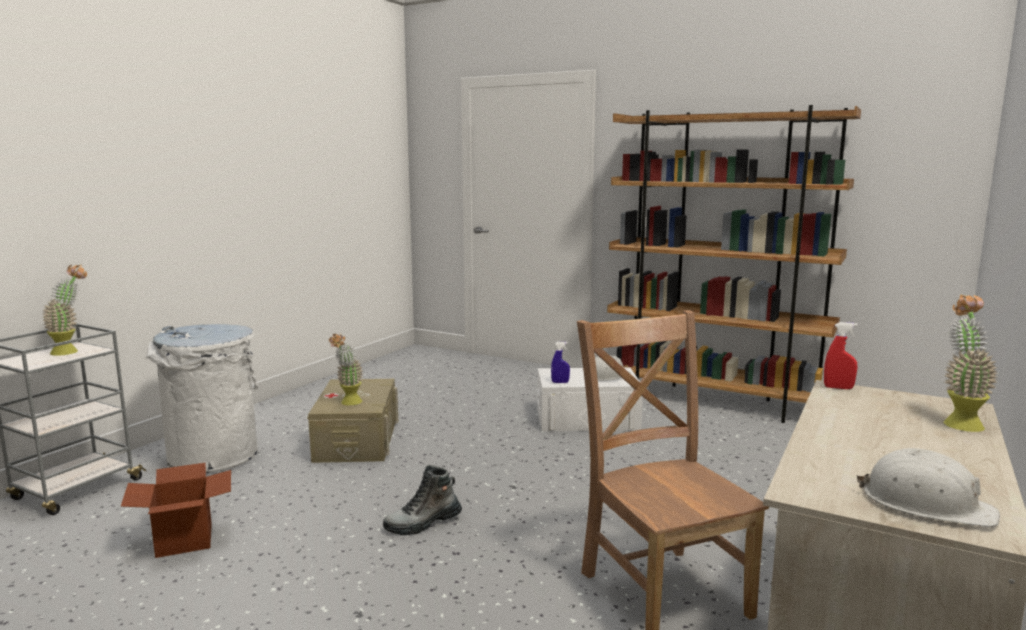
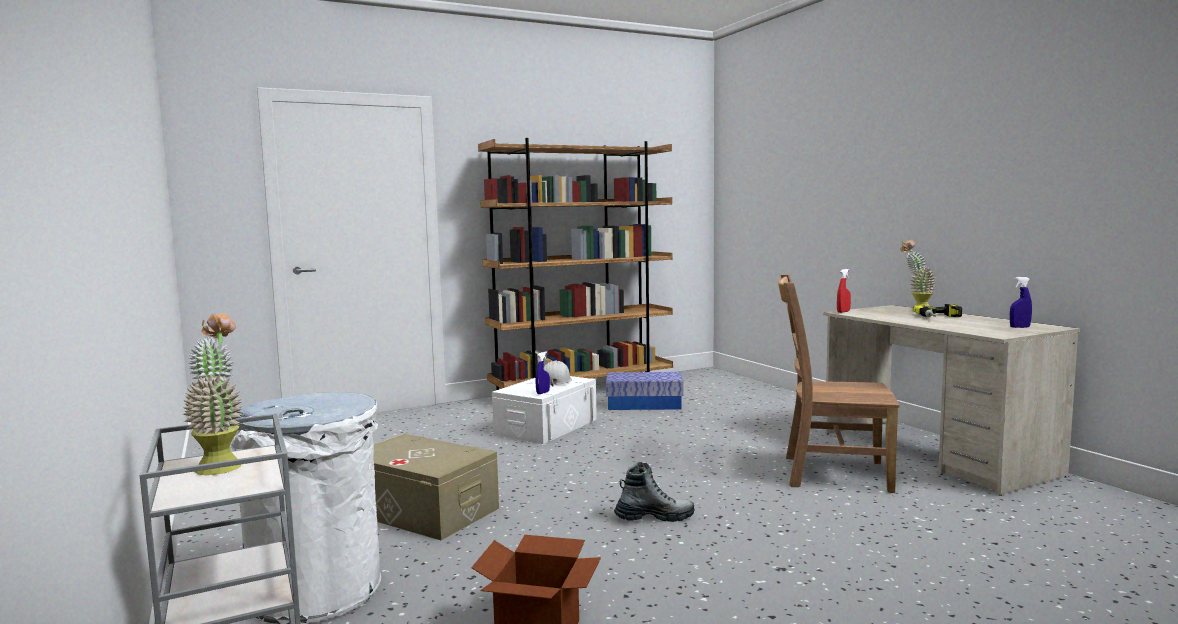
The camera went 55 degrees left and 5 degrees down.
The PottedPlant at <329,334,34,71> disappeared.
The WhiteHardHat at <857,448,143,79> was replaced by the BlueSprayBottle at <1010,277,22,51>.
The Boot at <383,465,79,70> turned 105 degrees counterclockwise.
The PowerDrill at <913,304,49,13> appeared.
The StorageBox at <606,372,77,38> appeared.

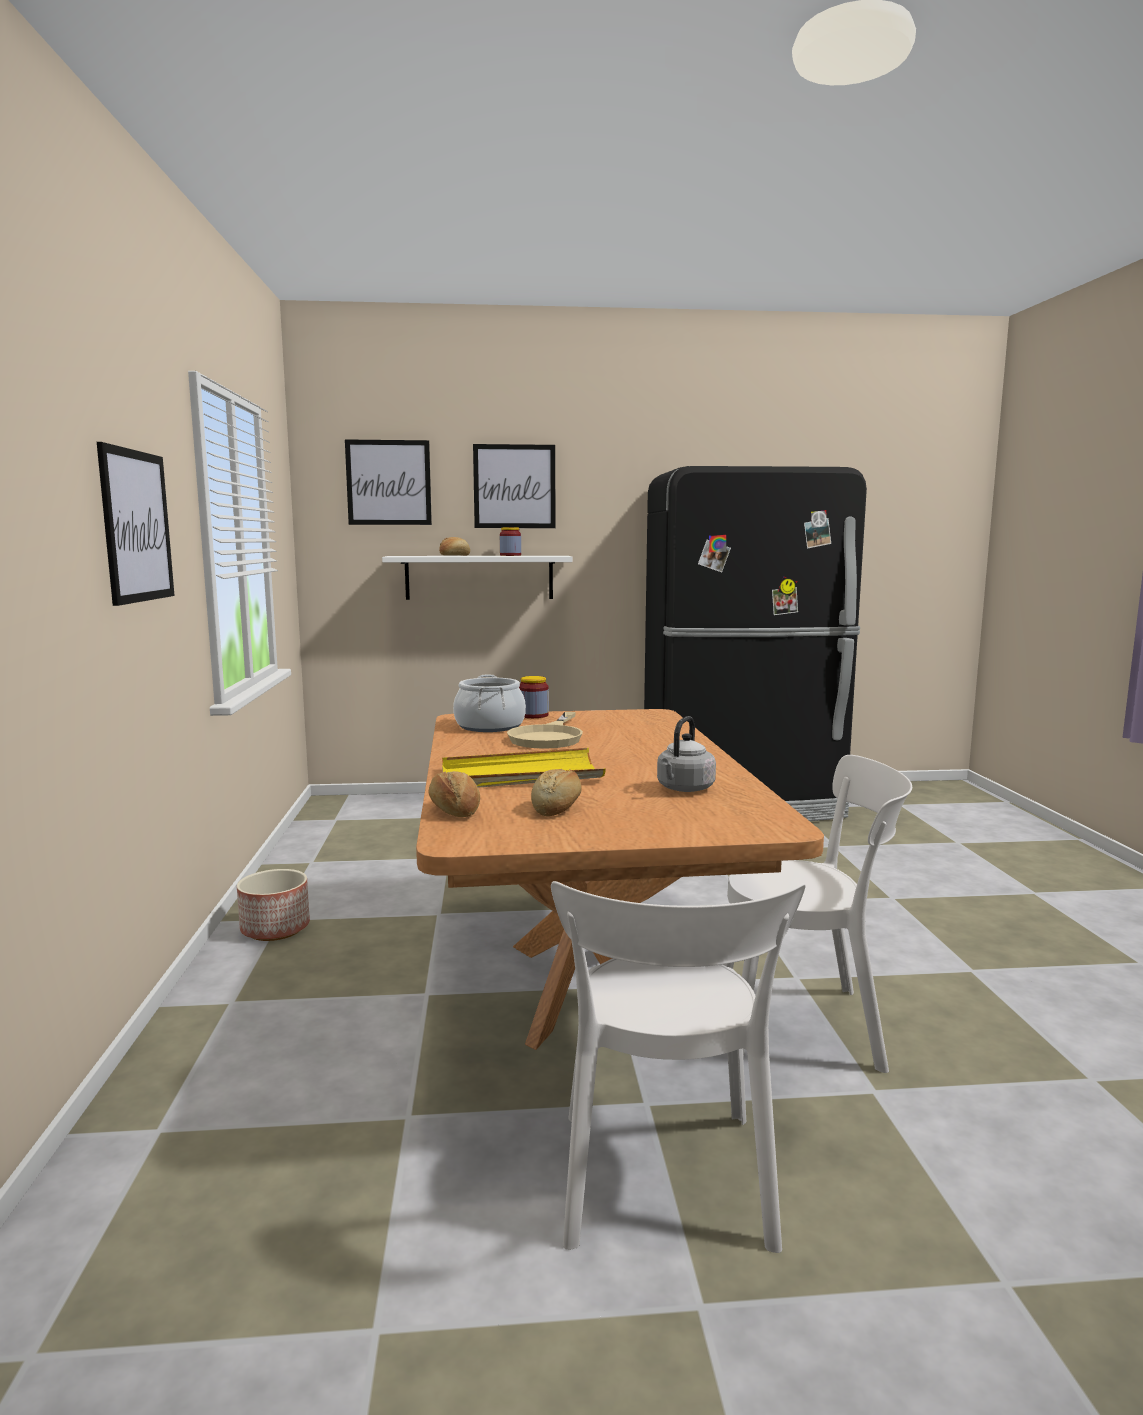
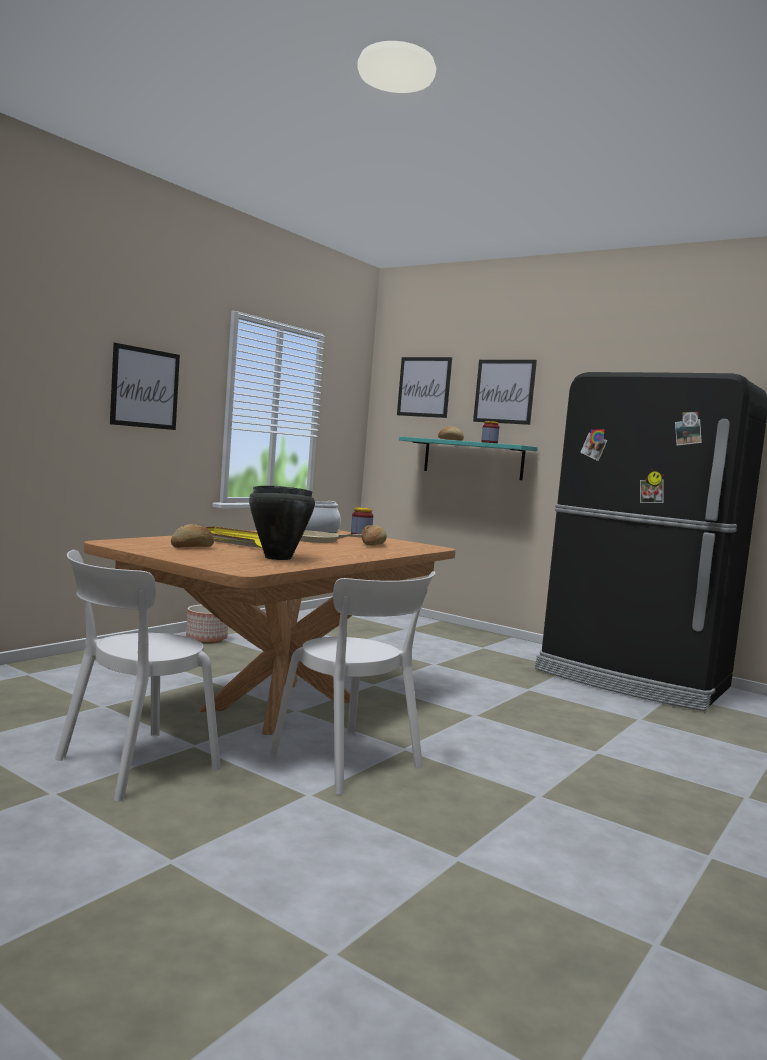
The camera went 40 degrees right and 5 degrees down.
The WhiteShelf at <382,556,191,44> became the TurquoiseShelf at <399,437,139,43>.
The GreyKettle at <657,716,59,76> was replaced by the BlackCookingPot at <249,486,66,74>.
The Bread moved from <428,771,52,46> to <361,525,26,21>.

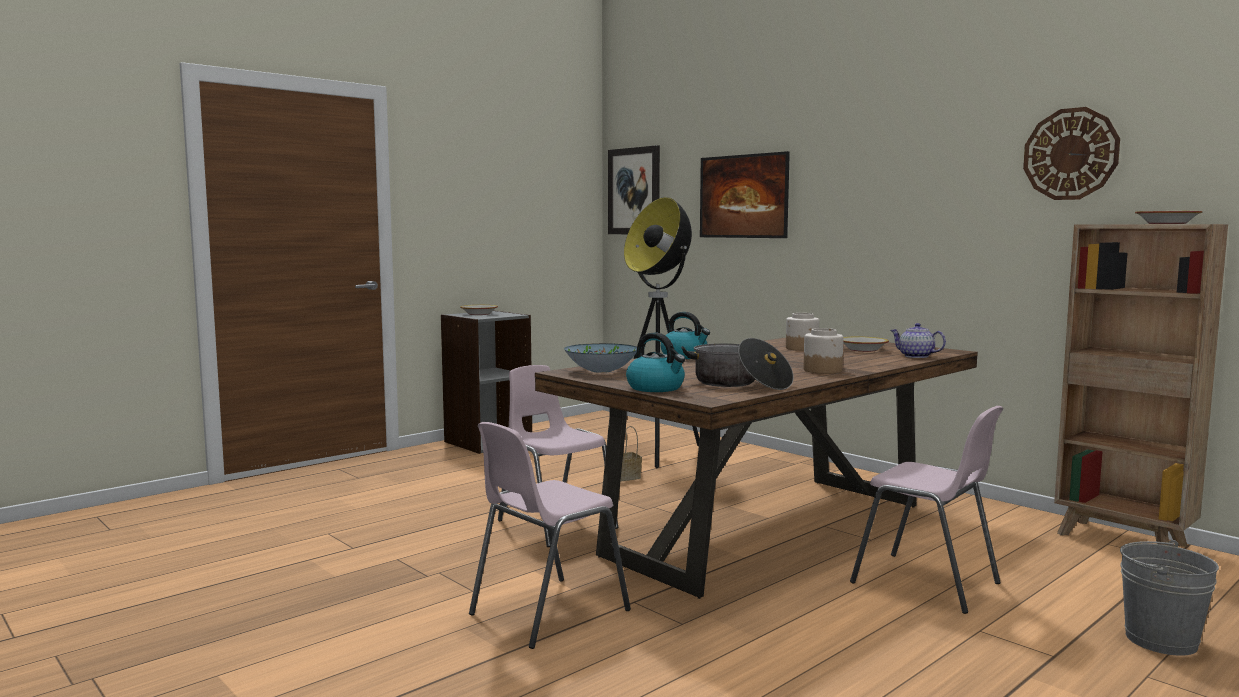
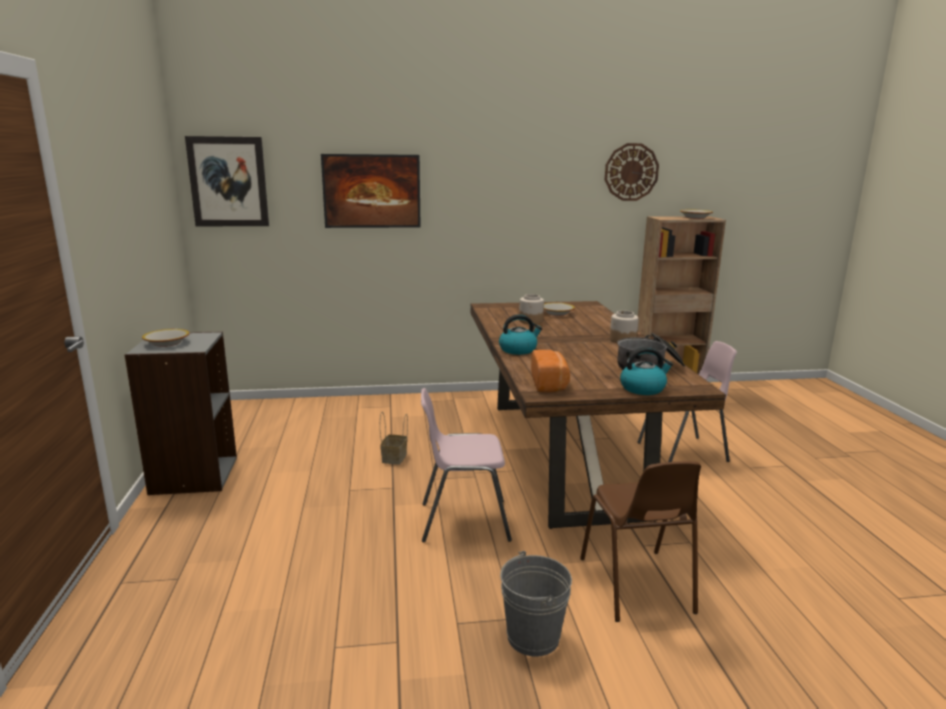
The camera went 55 degrees left and 10 degrees up.
The FloorLamp at <606,197,94,271> disappeared.
The Teapot at <890,323,56,35> disappeared.
The Bowl at <564,343,73,30> was replaced by the Bread at <531,350,39,42>.
The PinkChair at <469,422,162,227> became the BrownChair at <580,461,121,161>.
The GreyBucket moved from <1120,540,99,116> to <500,551,72,106>.

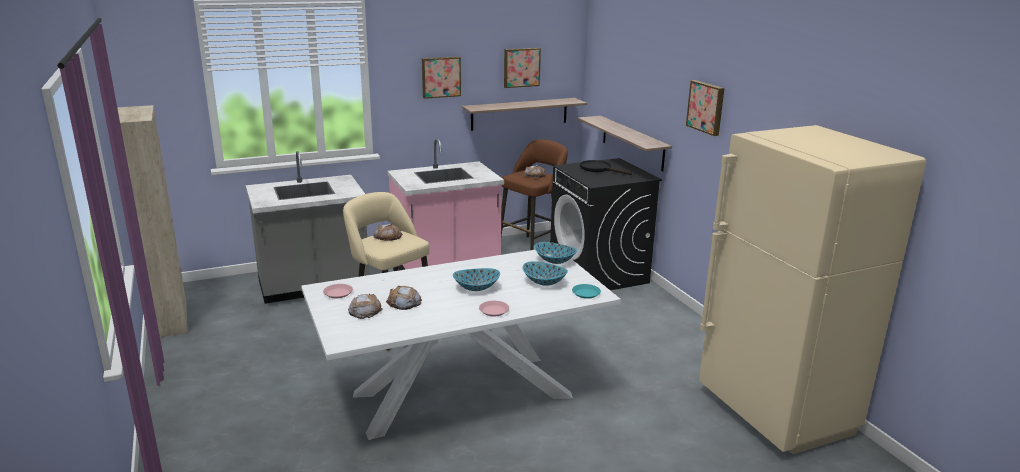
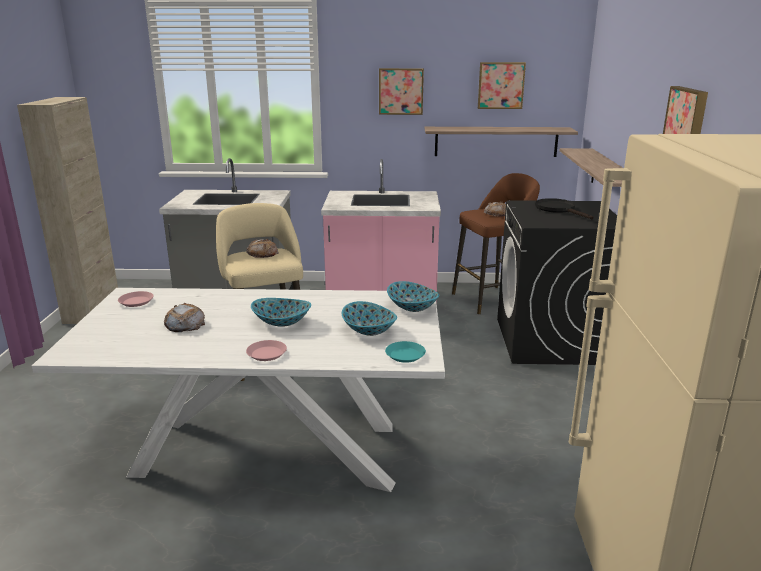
The camera went 25 degrees right and 0 degrees up.
The Bread at <348,293,35,26> disappeared.

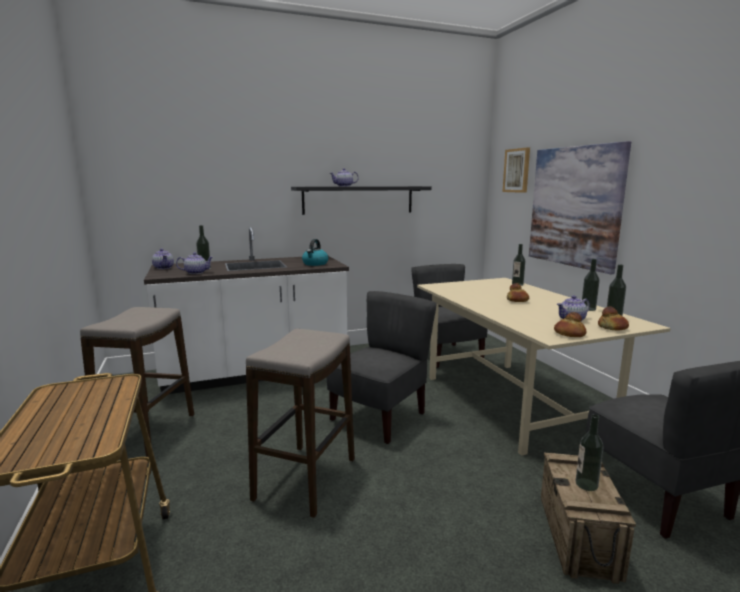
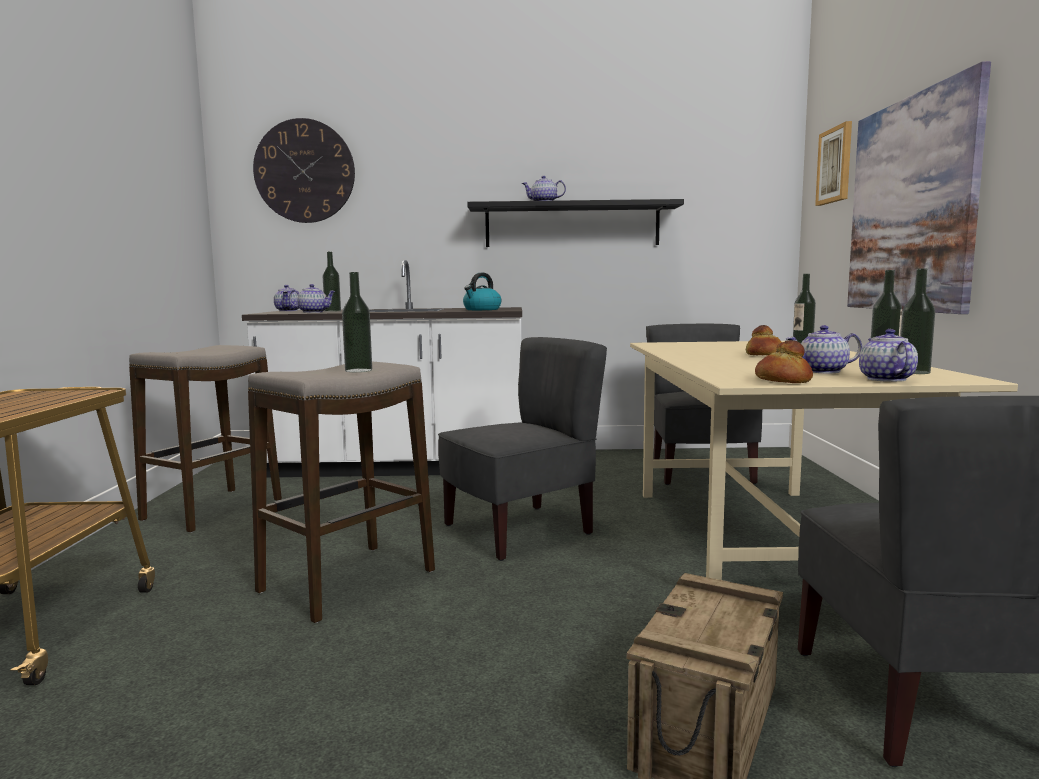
The camera went 20 degrees right and 5 degrees down.
The Bread at <598,307,31,23> was replaced by the Teapot at <859,329,59,53>.
The Bottle moved from <576,414,28,77> to <342,272,30,100>.
The WallClock at <253,118,102,105> appeared.

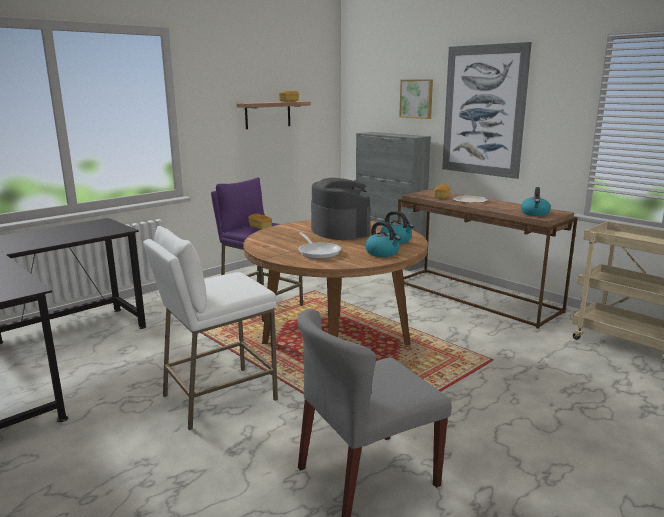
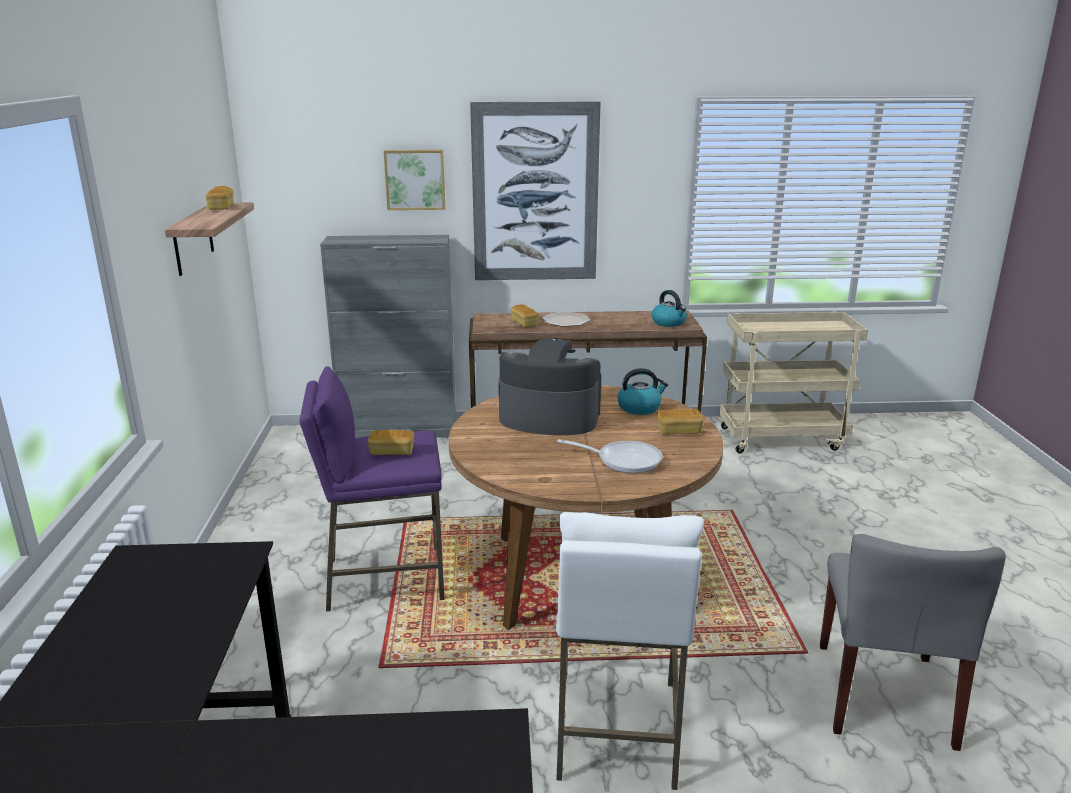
The camera went 50 degrees left and 5 degrees up.
The Kettle at <365,221,36,36> was replaced by the Bread at <657,409,46,26>.

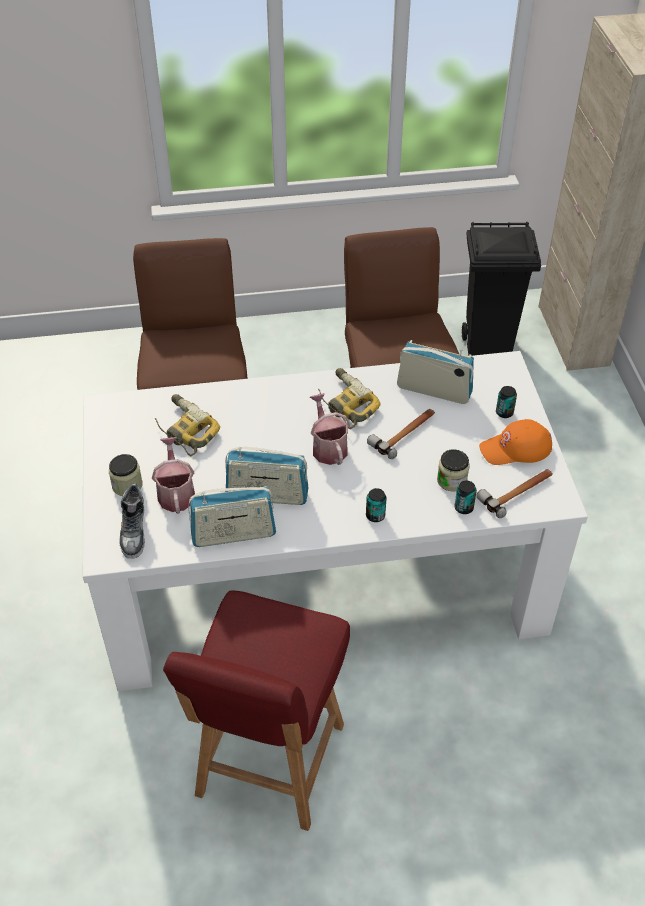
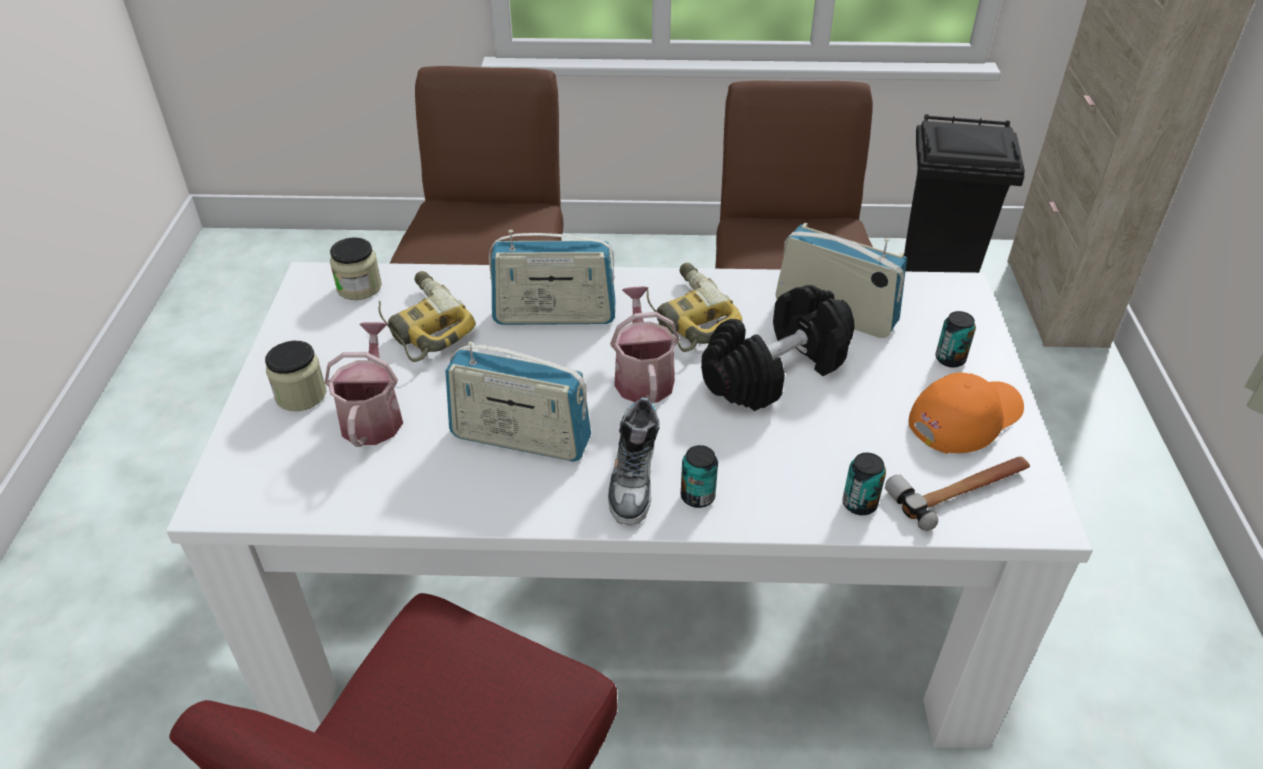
The camera went 10 degrees right and 5 degrees down.
The Hammer at <367,409,68,50> was replaced by the BlackDumbbell at <701,285,154,126>.
The OrangeCap at <479,419,73,46> turned 150 degrees clockwise.
The Jar moved from <437,449,33,43> to <330,237,52,63>.
The Shoe moved from <119,484,26,75> to <608,397,52,128>.
The Radio moved from <188,486,88,61> to <489,230,126,95>.

